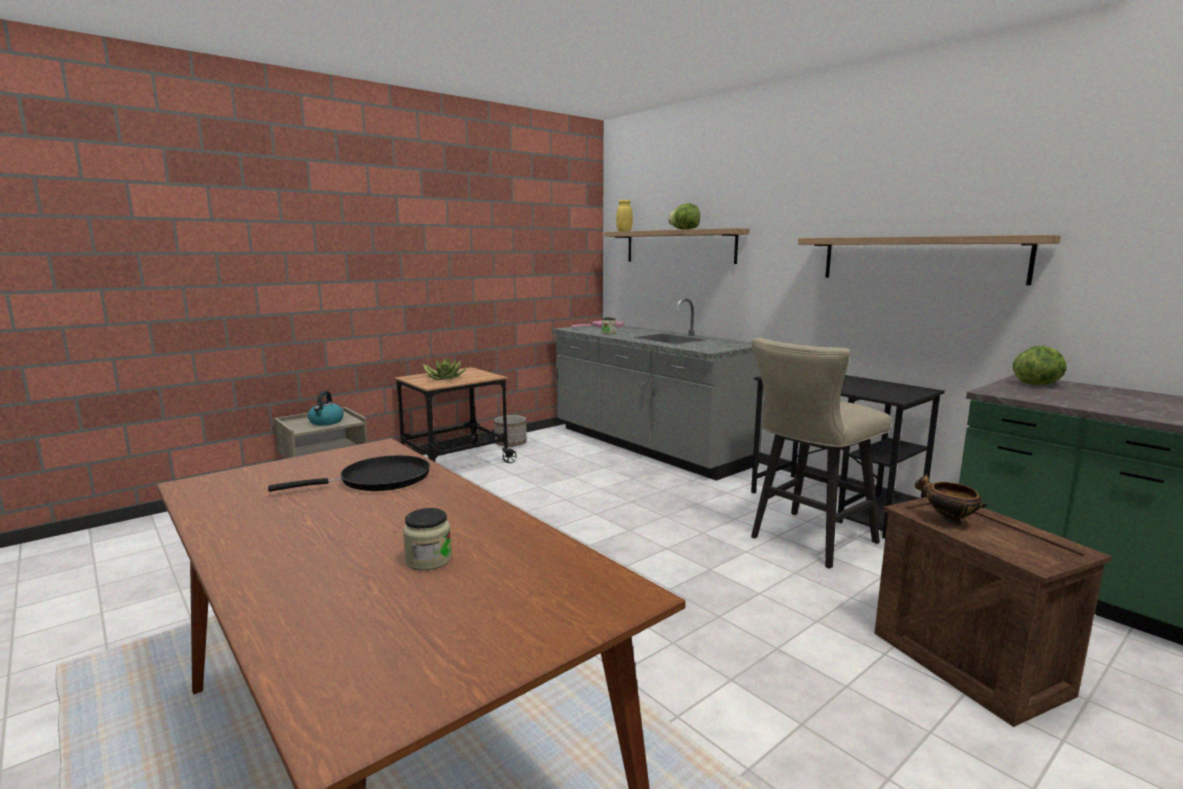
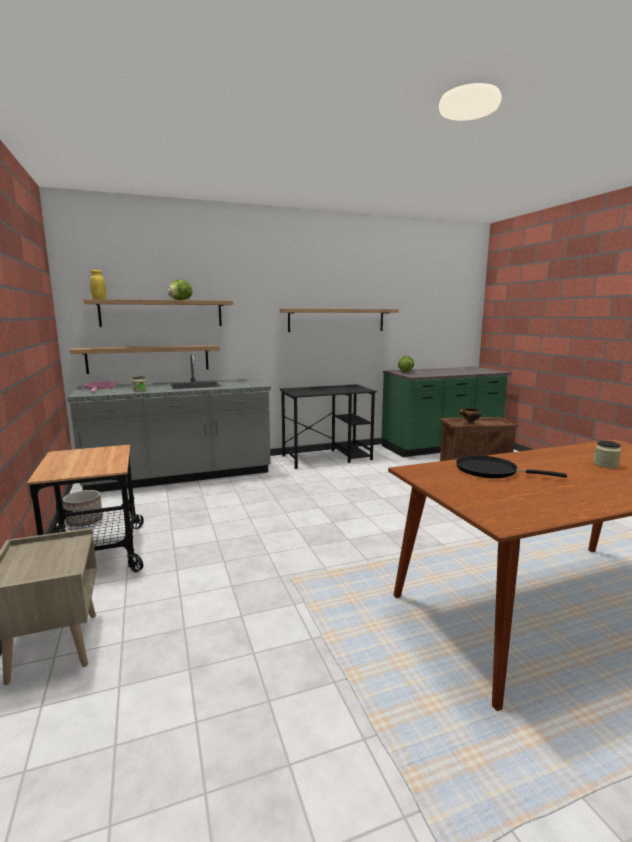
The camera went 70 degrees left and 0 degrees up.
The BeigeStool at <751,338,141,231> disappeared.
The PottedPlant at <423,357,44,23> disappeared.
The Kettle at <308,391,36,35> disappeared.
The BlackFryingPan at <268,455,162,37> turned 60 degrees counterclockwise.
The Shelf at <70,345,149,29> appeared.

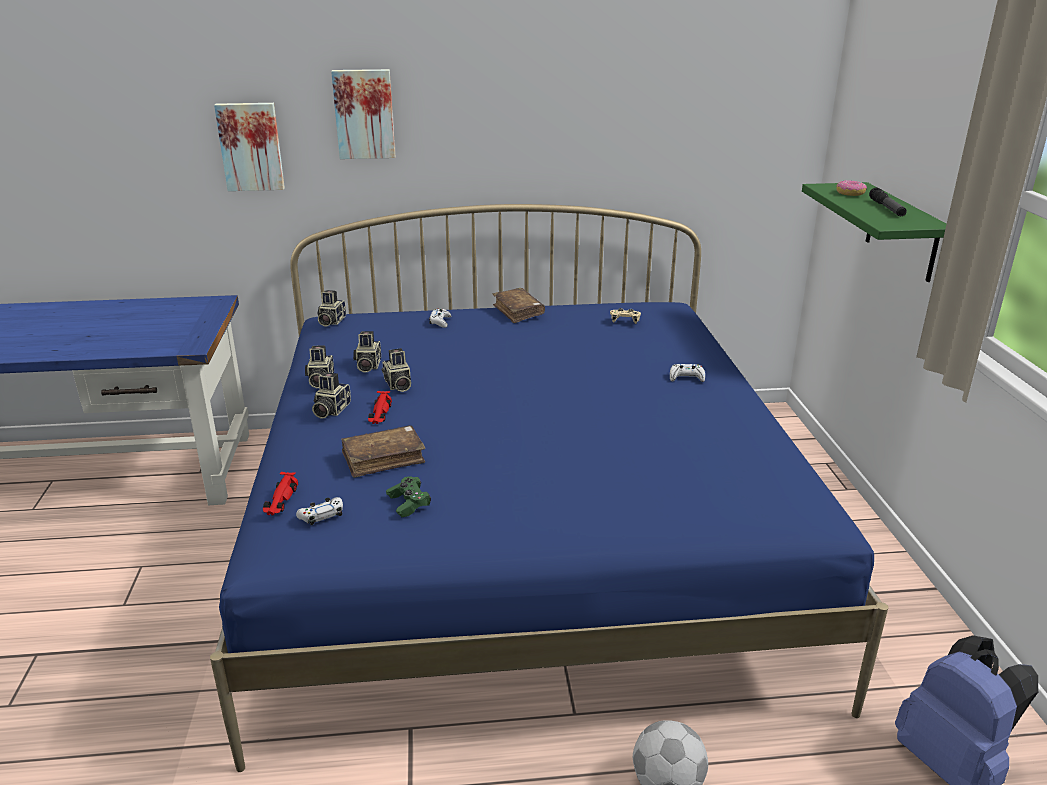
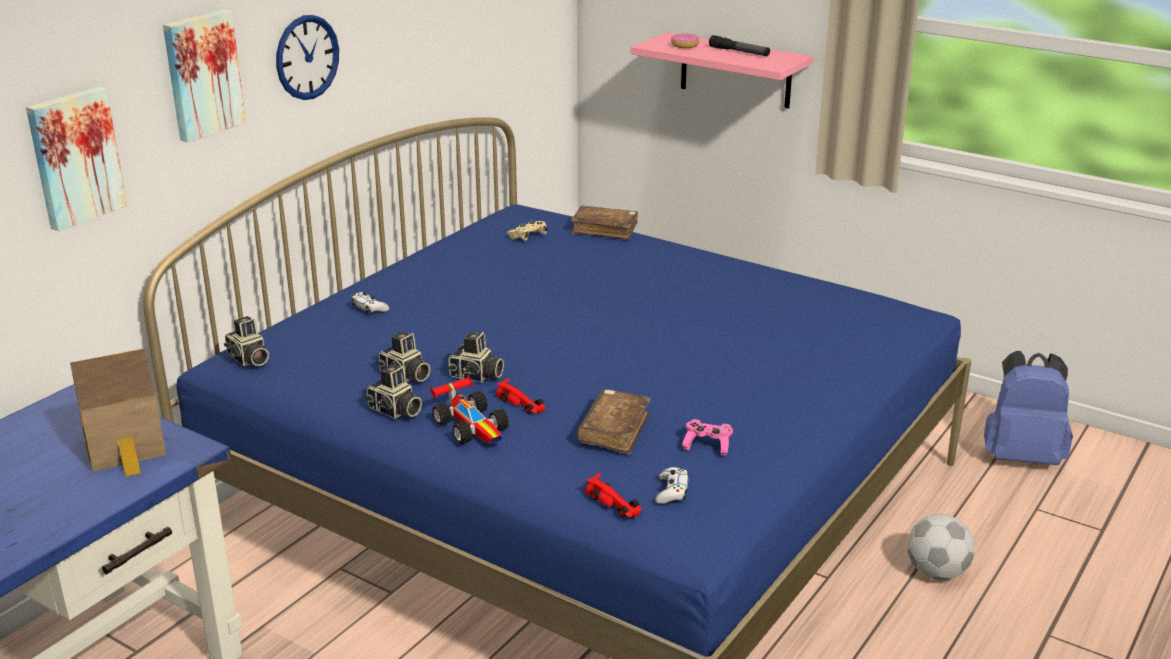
The camera went 50 degrees left and 0 degrees up.
The GreenShelf at <802,182,144,100> became the PinkShelf at <631,32,182,77>.
The BrownBook moved from <492,288,53,35> to <571,206,67,34>.
The WhiteGameController at <670,364,35,18> disappeared.
The PhotoCamera at <312,372,39,46> was replaced by the ToyCar at <430,375,79,69>.
The GreenGameController at <386,476,45,42> became the PinkGameController at <682,419,51,37>.
The WallClock at <276,15,63,85> appeared.
The ToyHouse at <70,348,96,129> appeared.

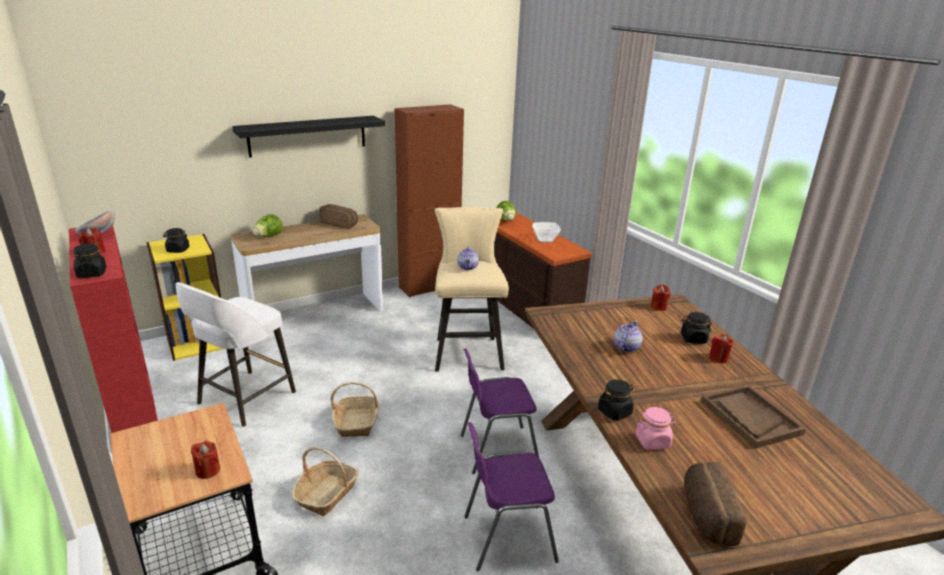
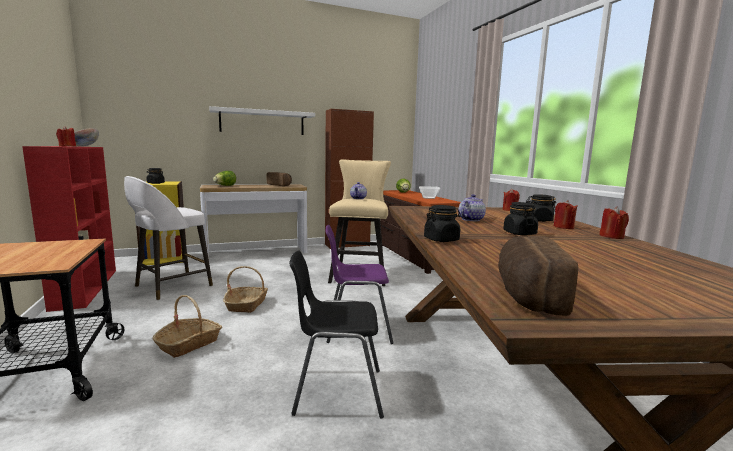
The camera went 10 degrees right and 15 degrees down.
The BlackShelf at <232,116,153,42> became the WhiteShelf at <209,106,106,29>.
The BlackJar moved from <73,244,34,34> to <503,202,35,33>.
The BrownTray at <701,385,105,64> disappeared.
The PinkJar at <635,407,41,43> disappeared.
The PurpleChair at <464,422,95,149> became the BlackChair at <289,250,95,169>.
The RedCandle moved from <191,441,29,38> to <599,207,30,32>.

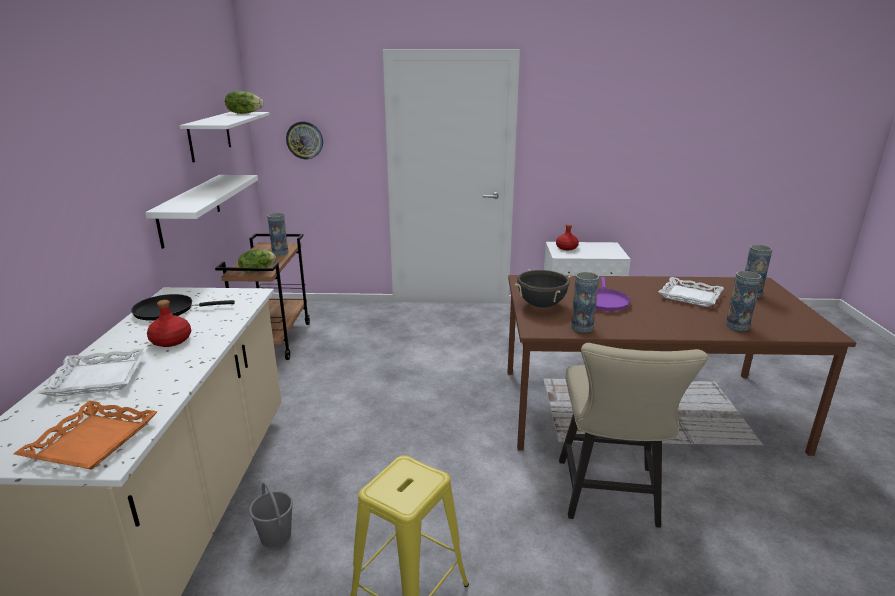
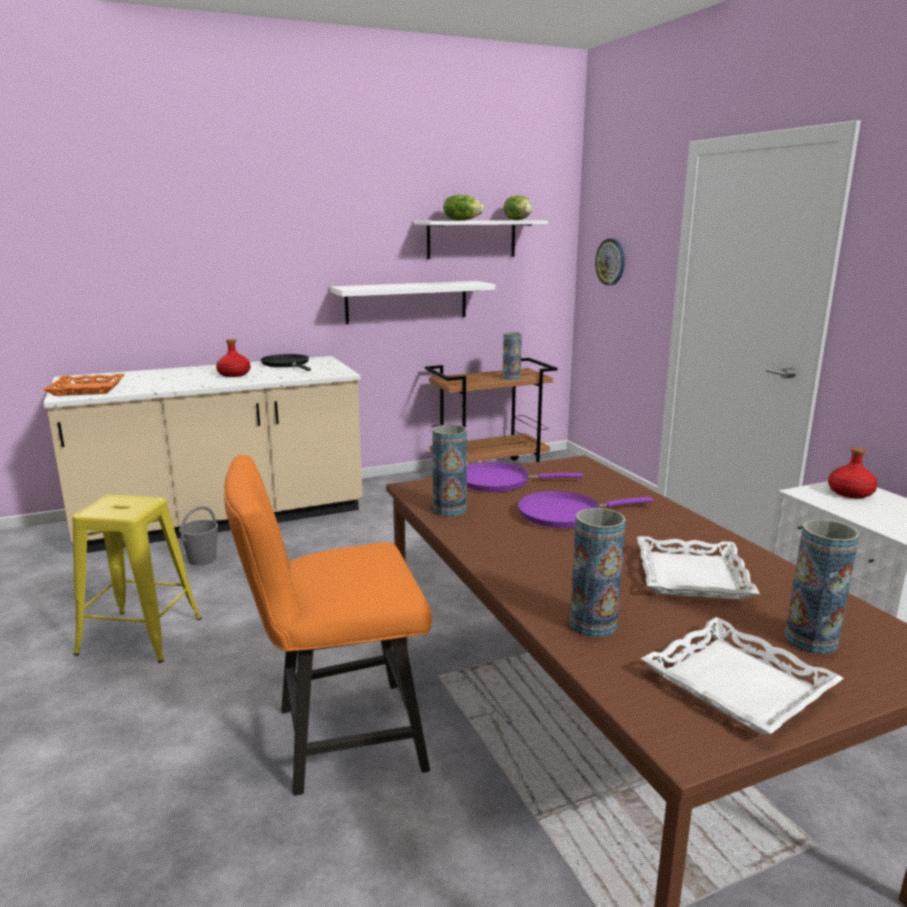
The camera went 65 degrees right and 5 degrees down.
The Lettuce moved from <238,249,38,24> to <443,195,41,26>.
The BlackCookingPot at <514,269,57,39> was replaced by the PurpleFryingPan at <467,462,116,30>.
The BeigeChair at <559,343,149,185> became the OrangeChair at <224,455,208,341>.
The WhiteTray moved from <38,349,109,48> to <640,617,204,117>.

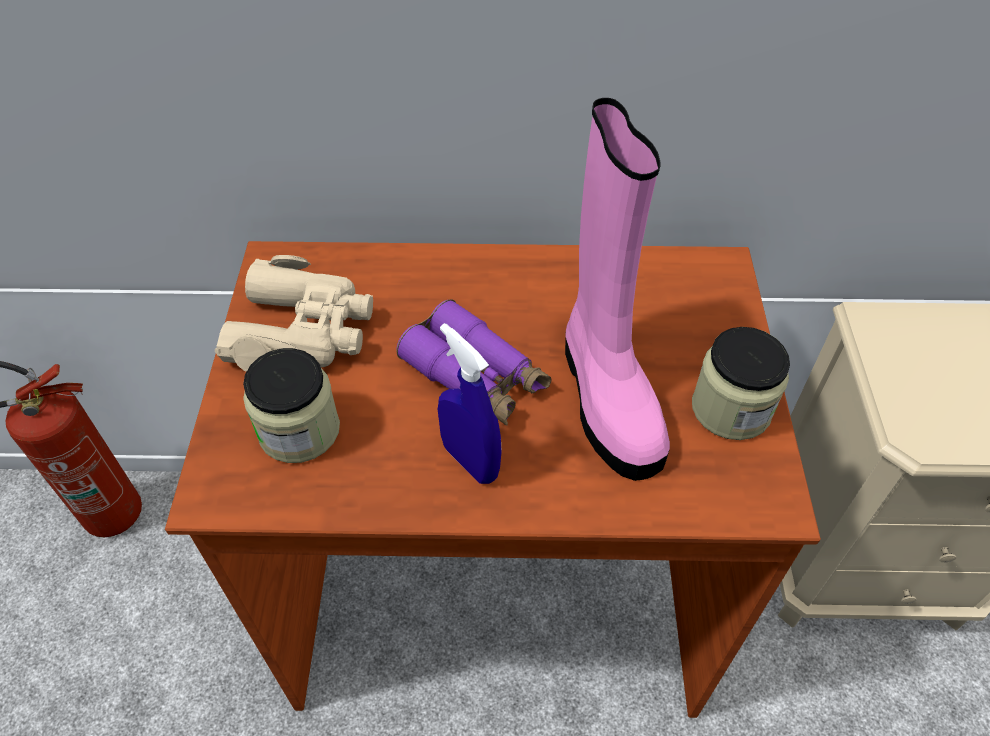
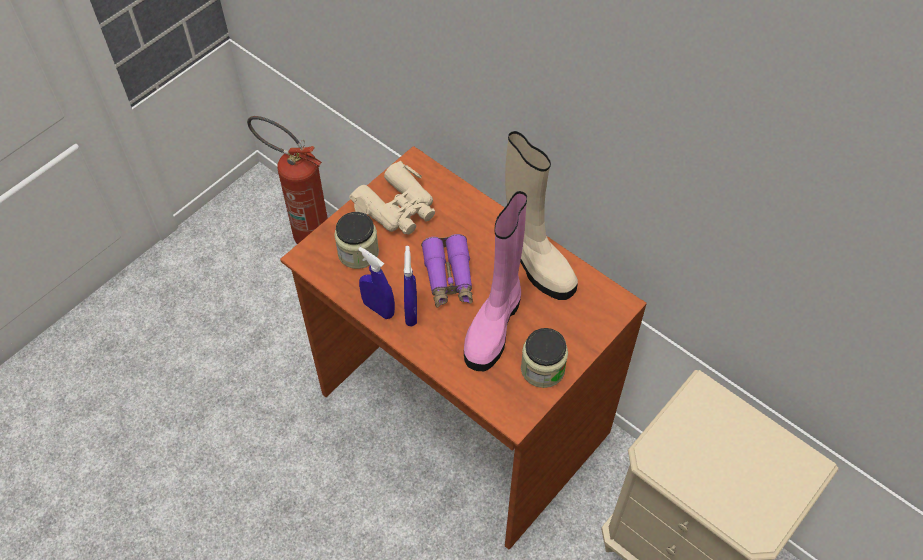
The camera went 40 degrees right and 5 degrees up.
The BeigeBoot at <505,131,73,169> appeared.
The BlueSprayBottle at <358,247,37,72> appeared.

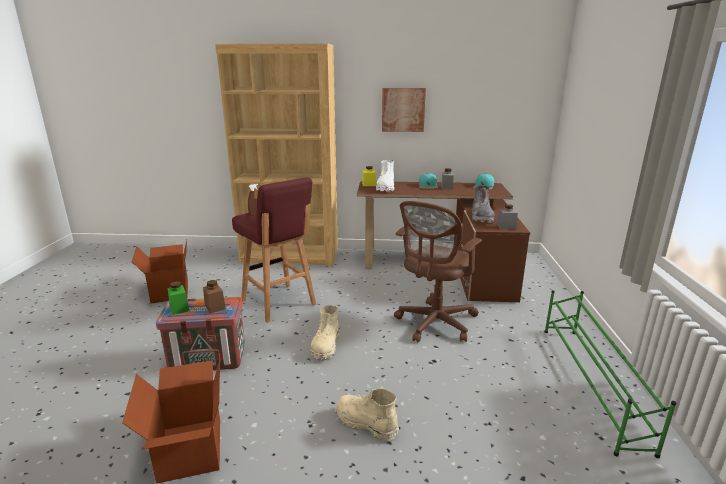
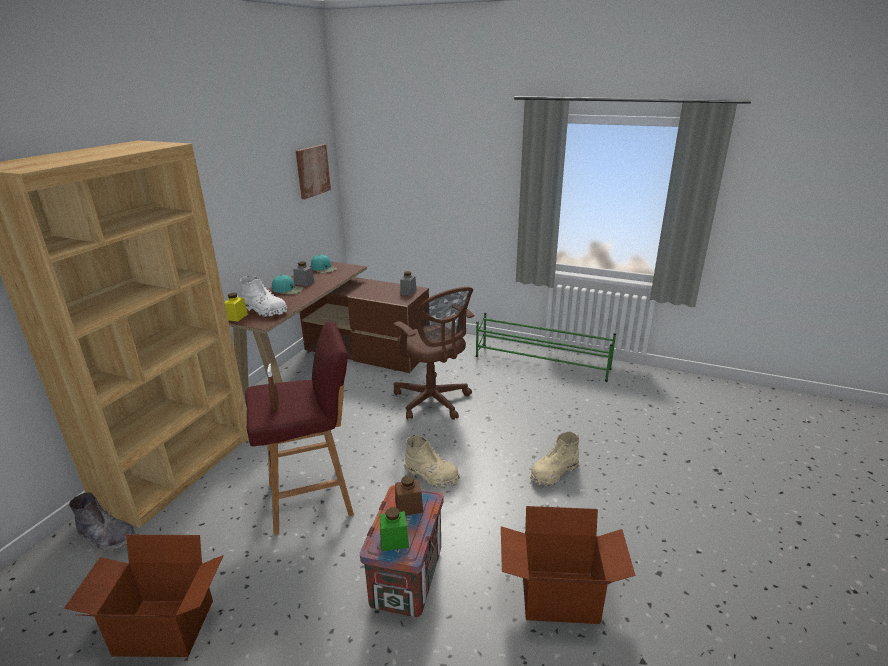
The camera went 70 degrees left and 5 degrees up.
The Picture moved from <382,88,44,44> to <296,144,35,55>.
The GreyBoot moved from <472,185,22,38> to <69,492,67,60>.

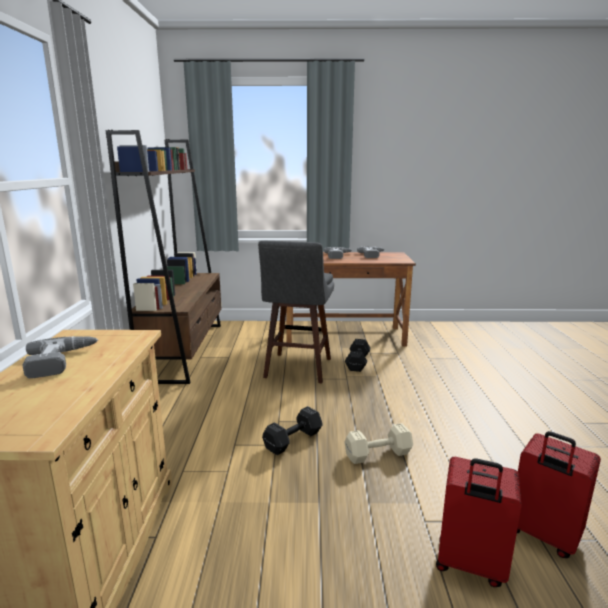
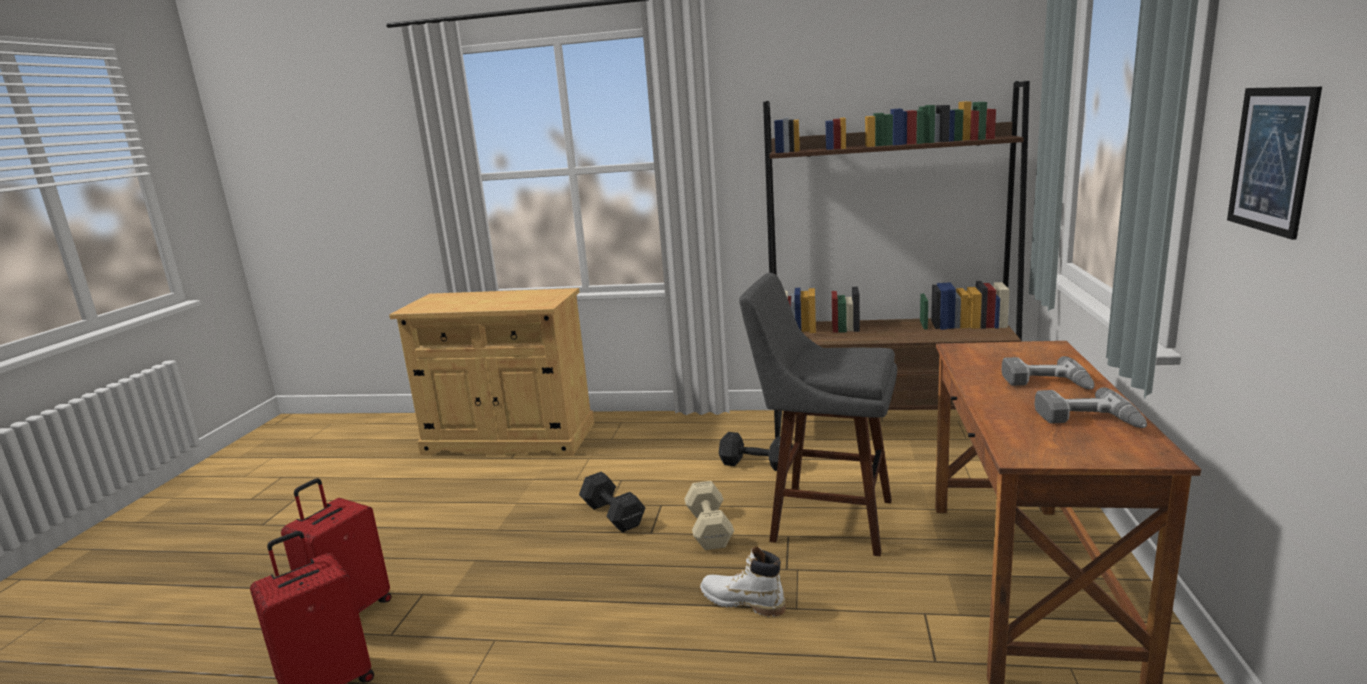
The camera went 100 degrees right and 0 degrees up.
The PowerDrill at <22,336,76,42> disappeared.
The BlackDumbbell moved from <345,339,26,33> to <719,432,74,39>.
The BeigeDumbbell moved from <345,423,68,41> to <684,481,50,69>.
The Picture at <1227,87,95,153> appeared.
The WhiteBoot at <700,546,86,71> appeared.

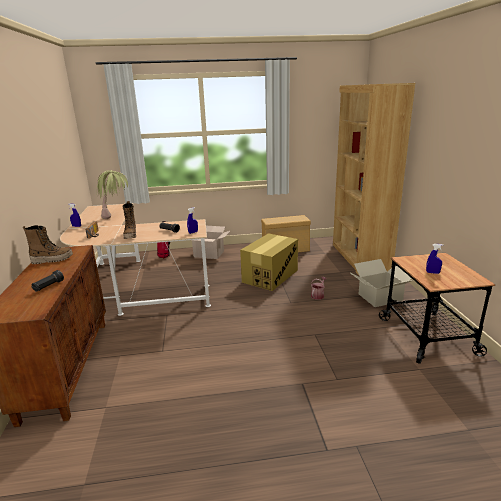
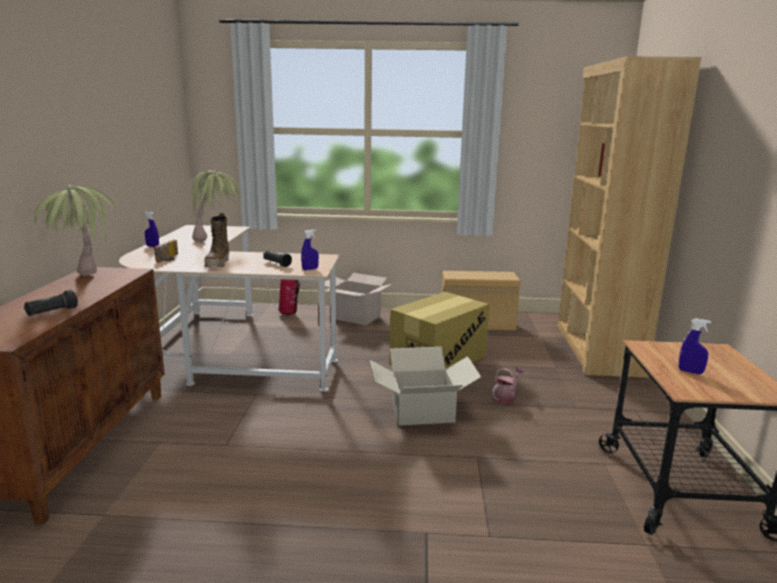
The camera went 10 degrees right and 5 degrees down.
The Boot at <23,225,50,39> was replaced by the PottedPlant at <34,185,82,91>.
The CardboardBox moved from <349,259,64,48> to <370,347,111,79>.

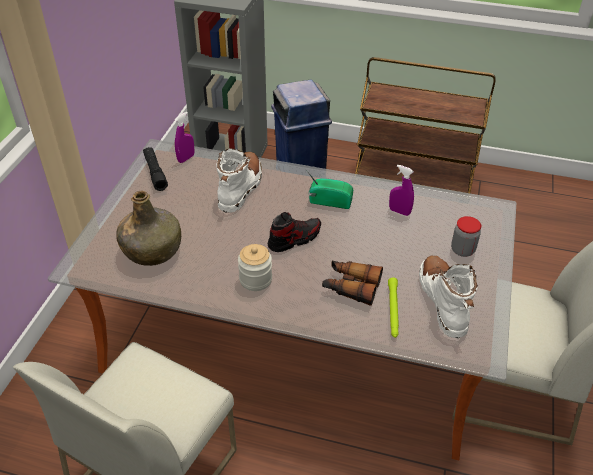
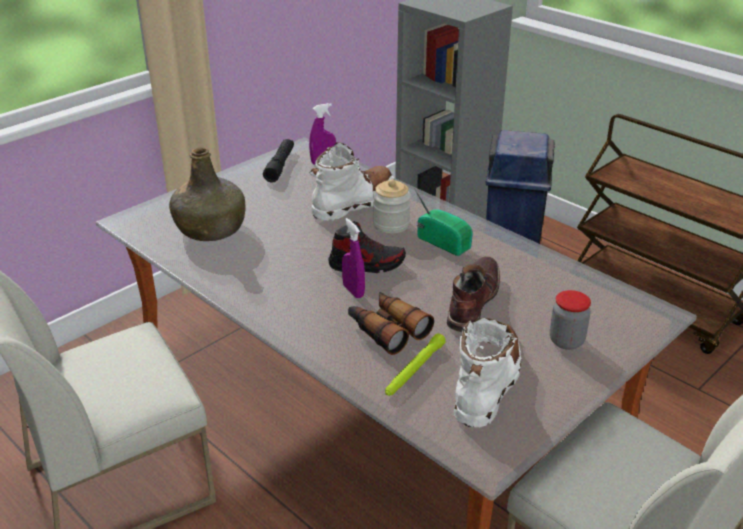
The camera went 30 degrees right and 10 degrees down.
The PurpleSprayBottle moved from <389,164,25,52> to <342,218,23,80>.
The Jar moved from <238,244,34,47> to <373,179,38,54>.
The BrownBoot at <447,256,53,76> appeared.

